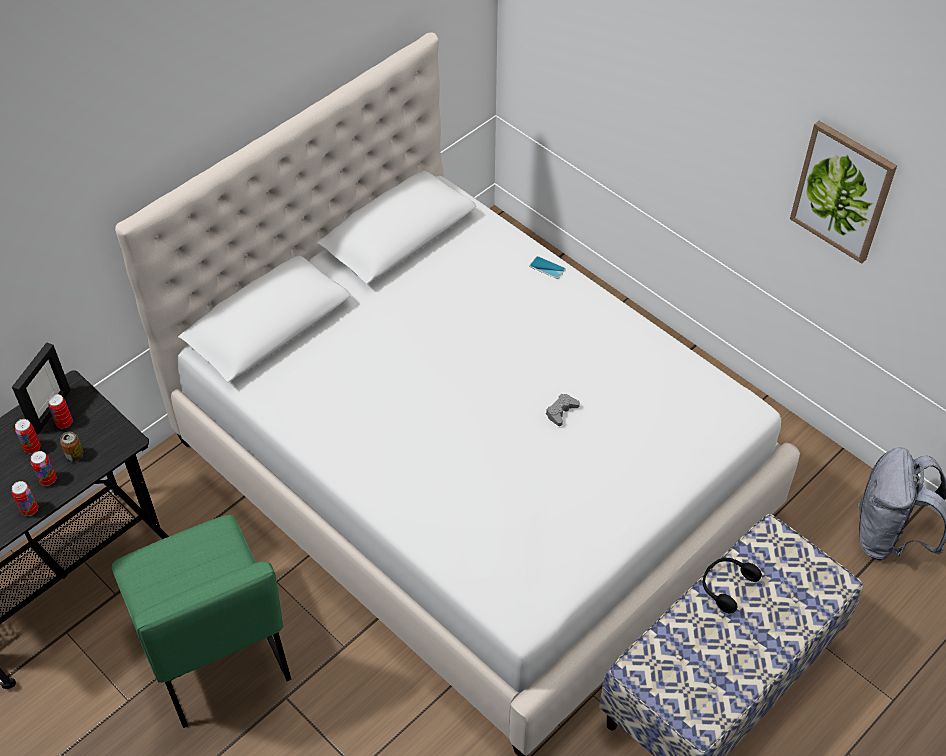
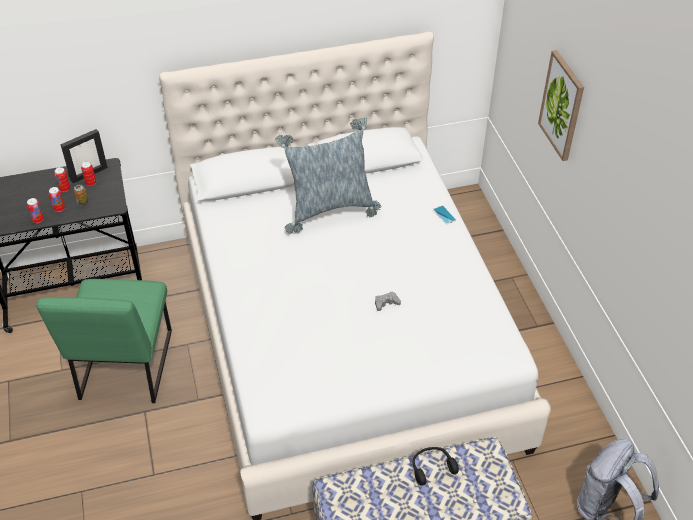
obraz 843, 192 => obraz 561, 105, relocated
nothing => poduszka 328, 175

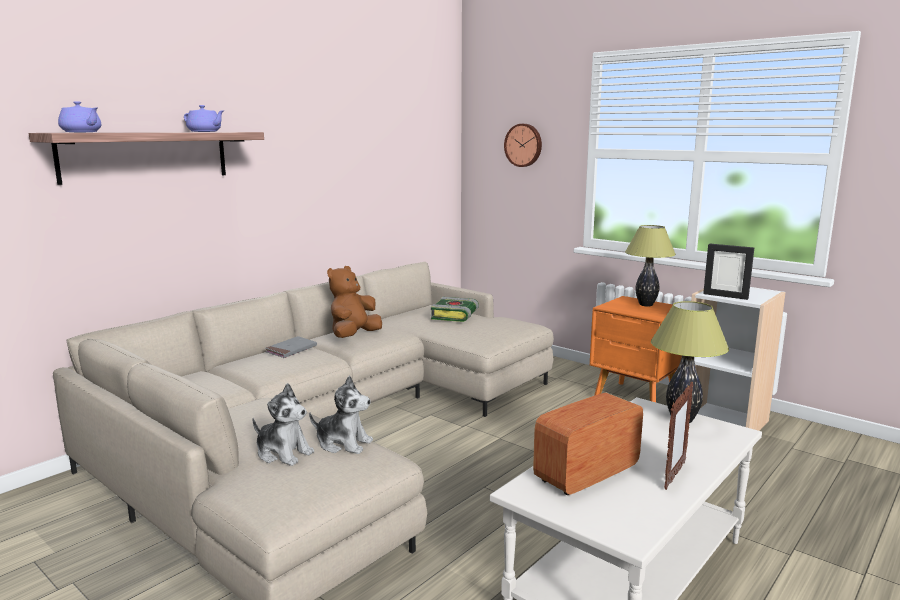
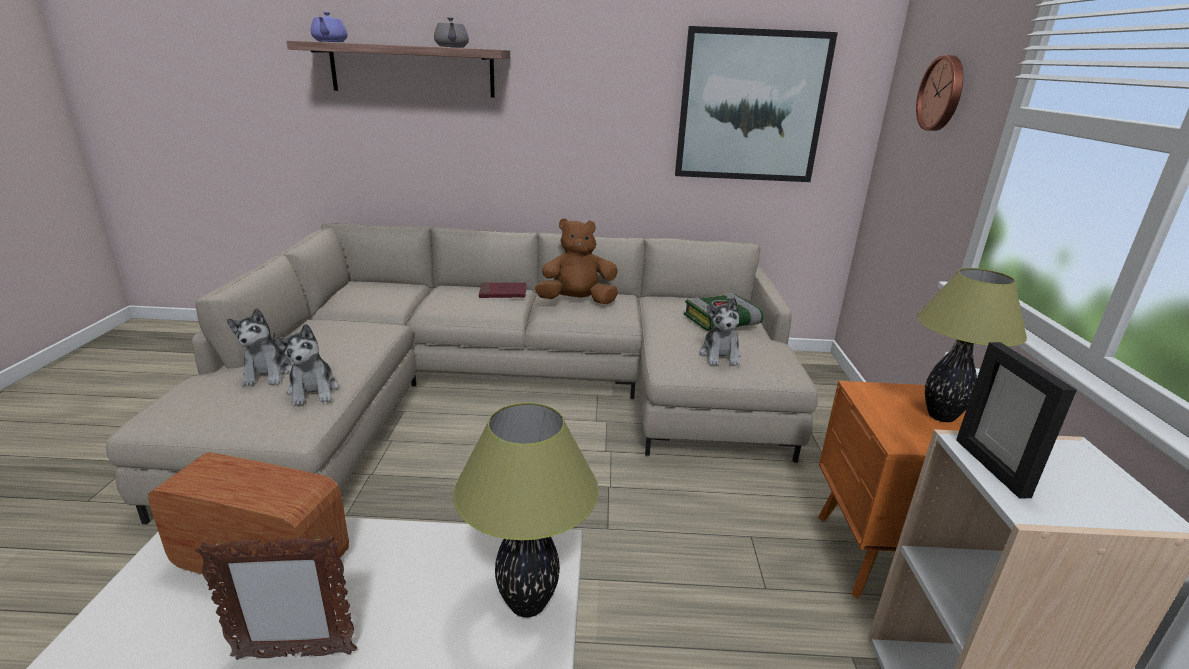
imbryk/fioletowy 204, 118 => imbryk/szary 451, 32
książka/szary 291, 347 => książka/czerwony 502, 290
nothing => obraz 756, 104
nothing => pluszak 720, 331

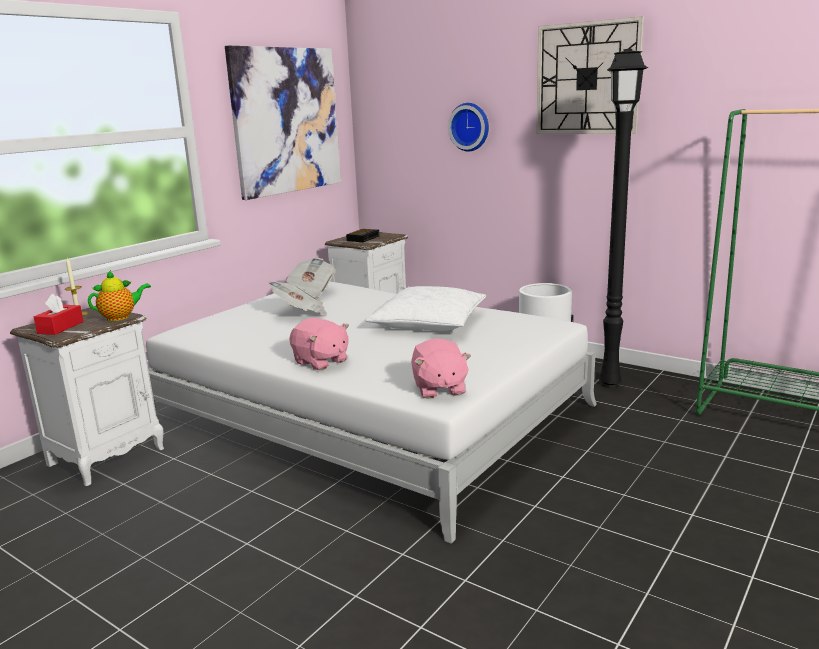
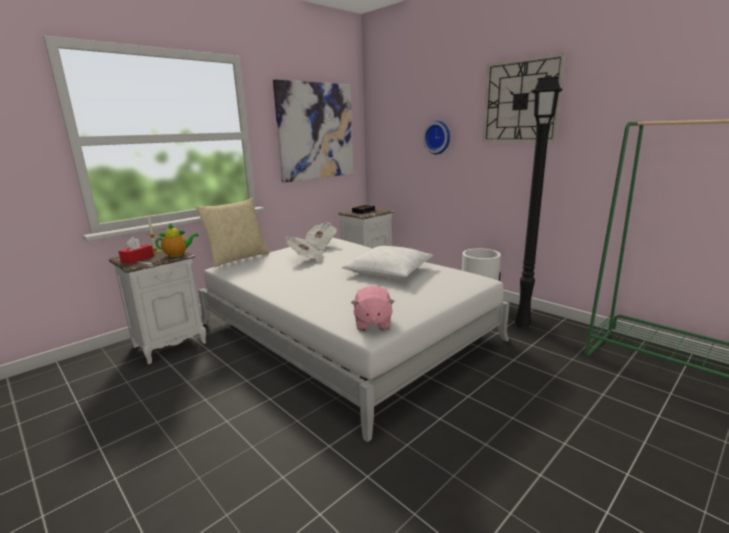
pluszak/różowy 319, 344 => nothing
nothing => poduszka/beżowy 233, 232

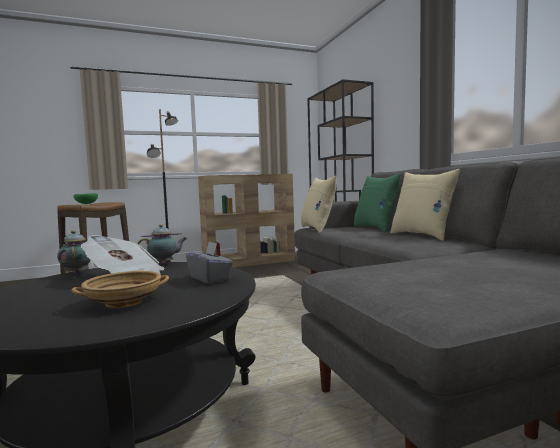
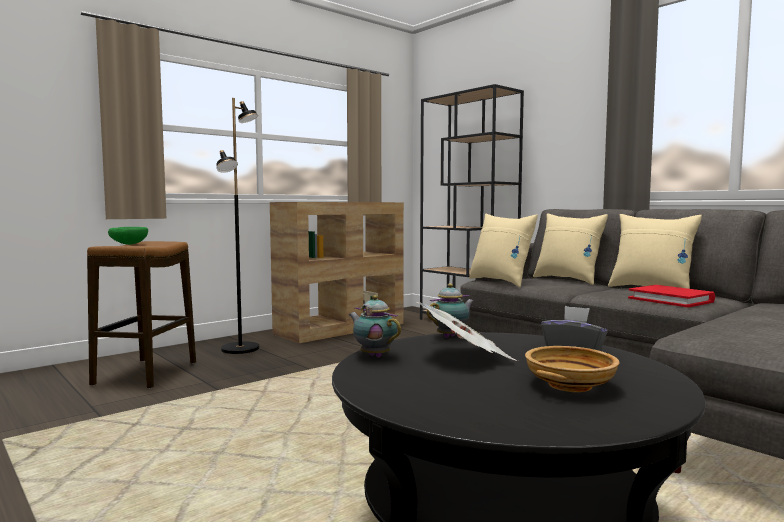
poduszka/zielony 377, 203 => poduszka/beżowy 570, 249
nothing => książka/czerwony 671, 296

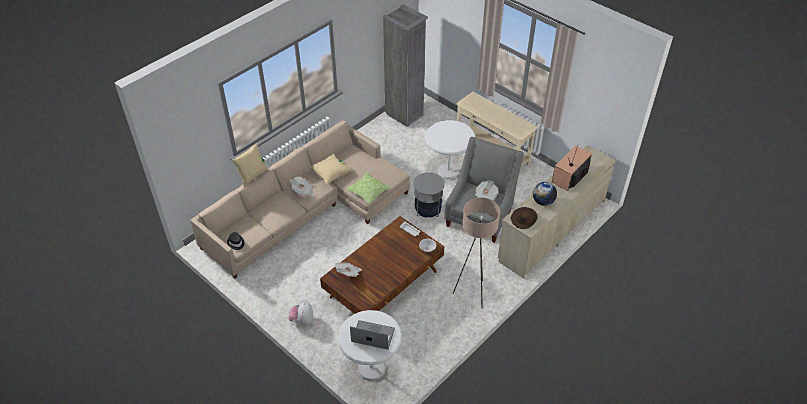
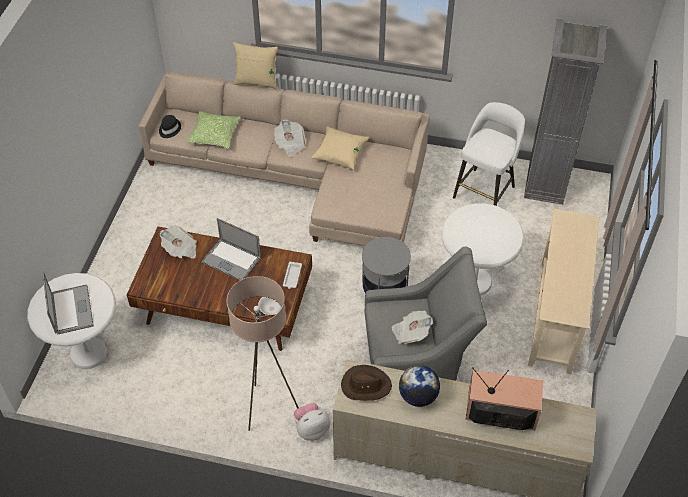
pluszak 300, 313 => pluszak 312, 422, relocated
poduszka 368, 188 => poduszka 214, 130, relocated
nothing => laptop 231, 249
nothing => stołek/biały 489, 154

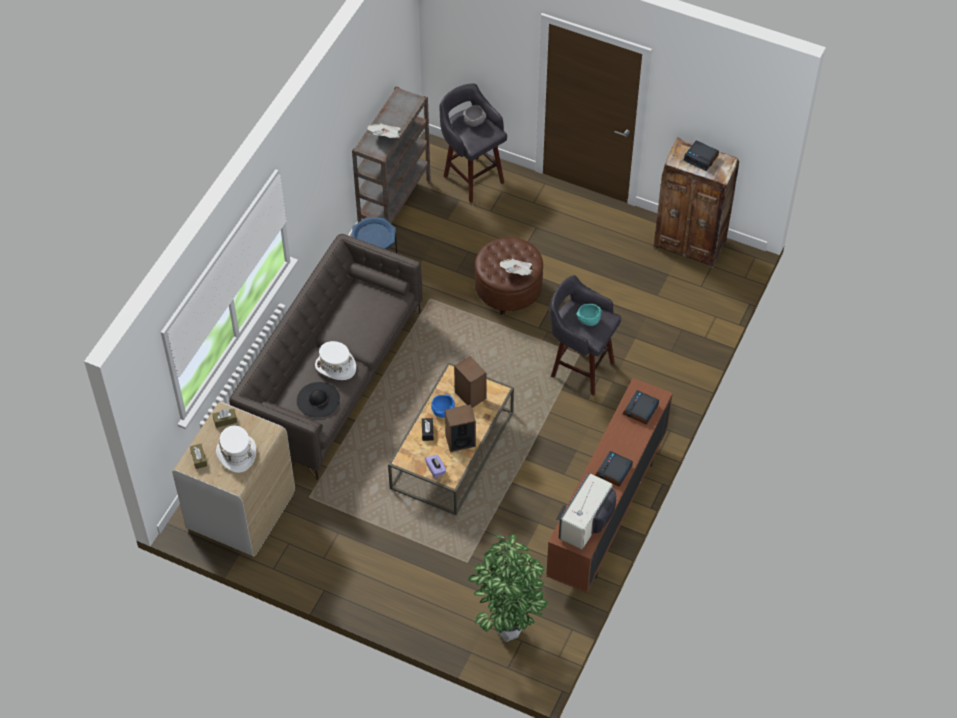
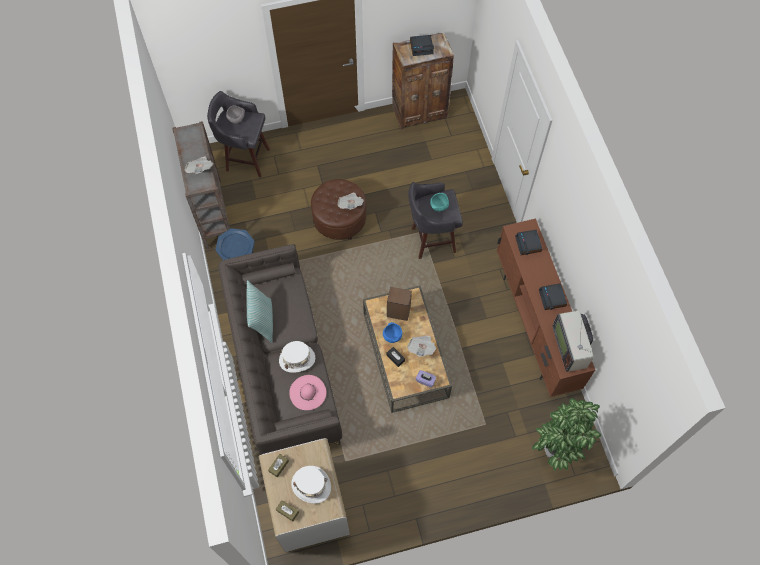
kapelusz/czarny 318, 400 => kapelusz/różowy 307, 392
głośnik 460, 428 => gazeta 422, 346
nothing => poduszka 259, 311

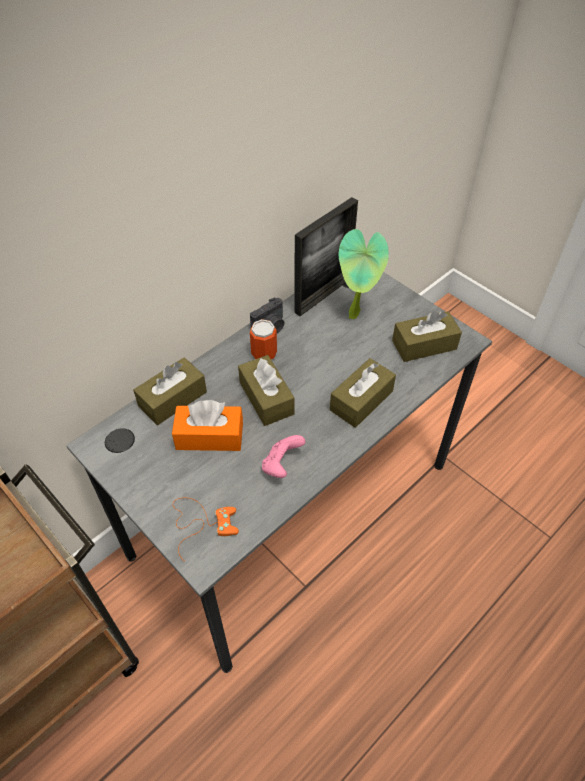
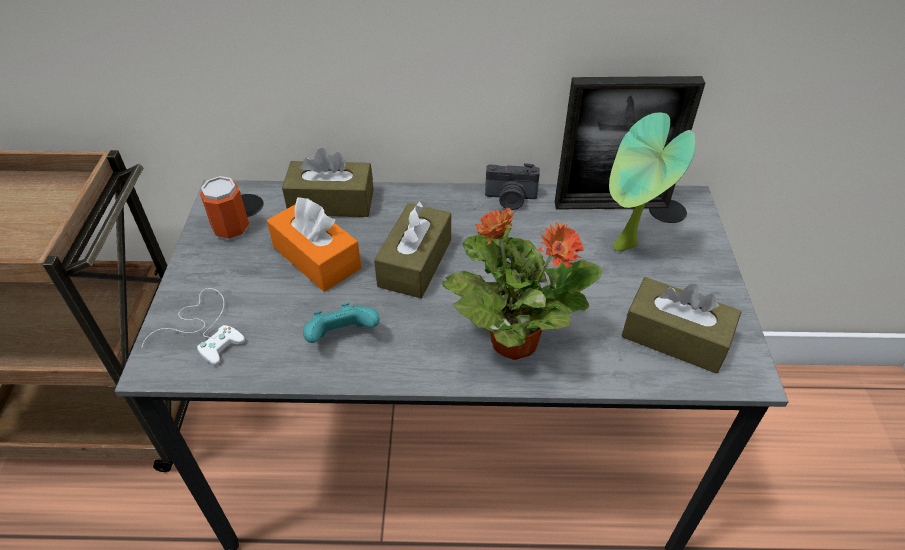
pad do gier/pomarańczowy 206, 529 => pad do gier/biały 193, 327
puszka 263, 339 => puszka 224, 208, relocated
pad do gier/różowy 283, 456 => pad do gier/turkusowy 341, 323
pudełko chusteczek/brązowy 363, 393 => roślina doniczkowa 523, 284

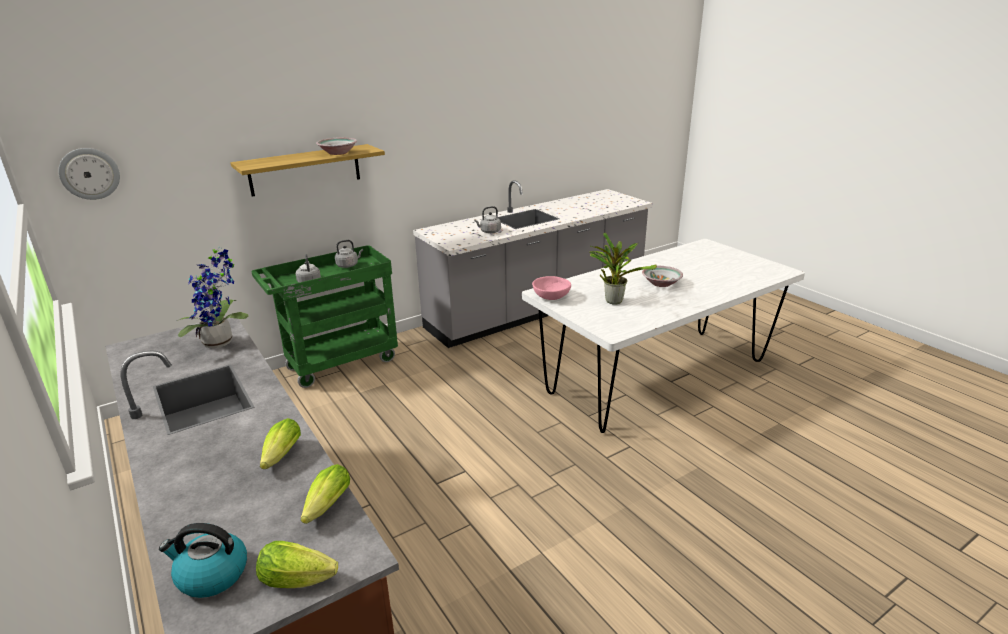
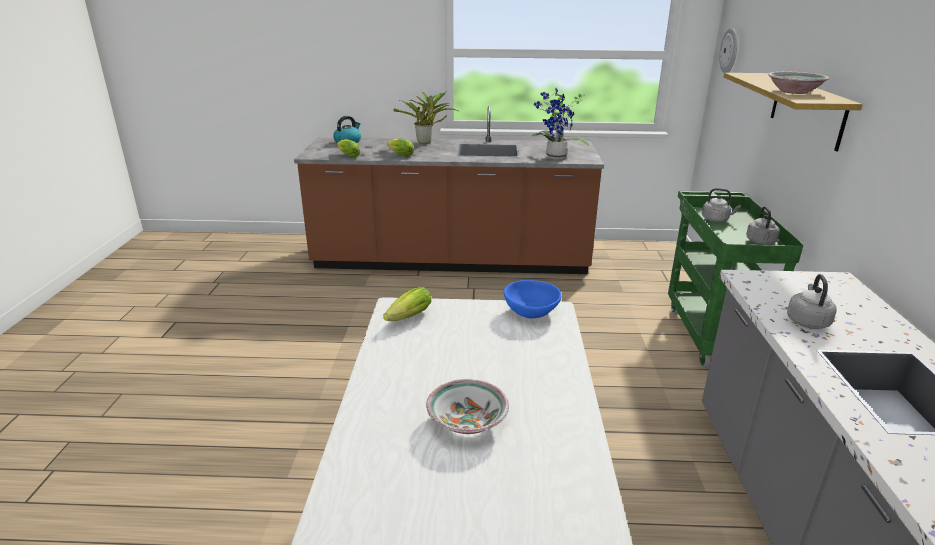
sałata 297, 564 => sałata 407, 304, relocated
miska/różowy 551, 288 => miska/niebieski 533, 299
roślina doniczkowa 623, 268 => roślina doniczkowa 426, 118, relocated

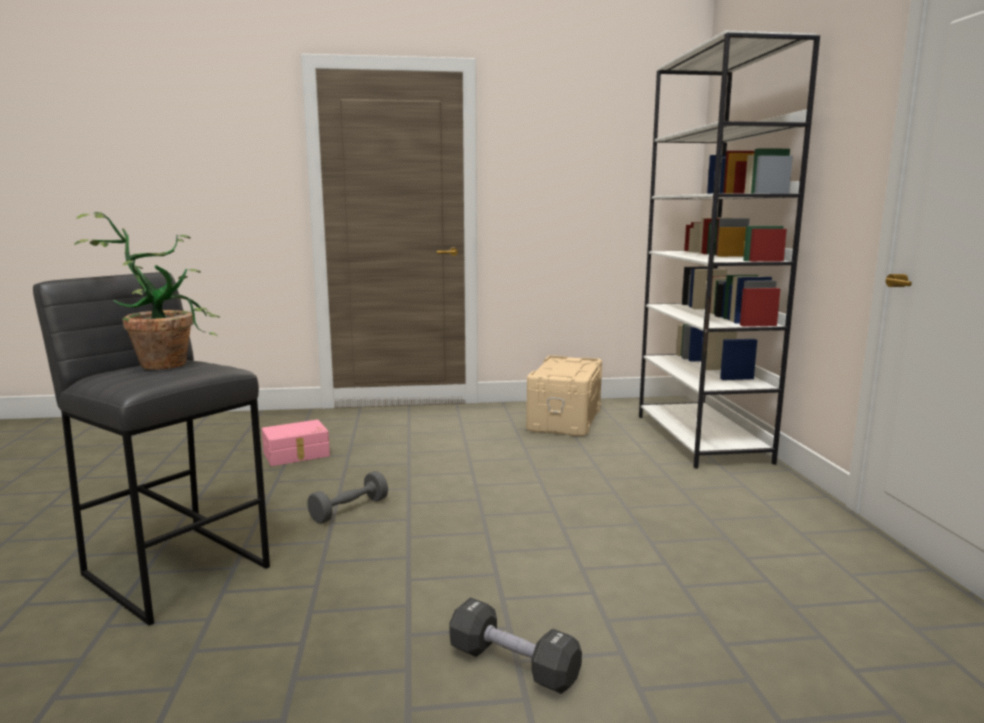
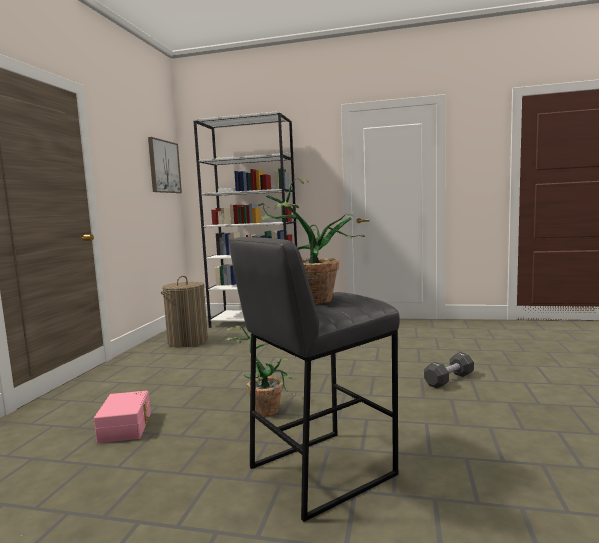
hantel/szary 347, 497 => roślina doniczkowa 261, 370
pojemnik do przechowywania/beżowy 564, 395 => kosz na pranie 184, 311
nothing => obraz 165, 165

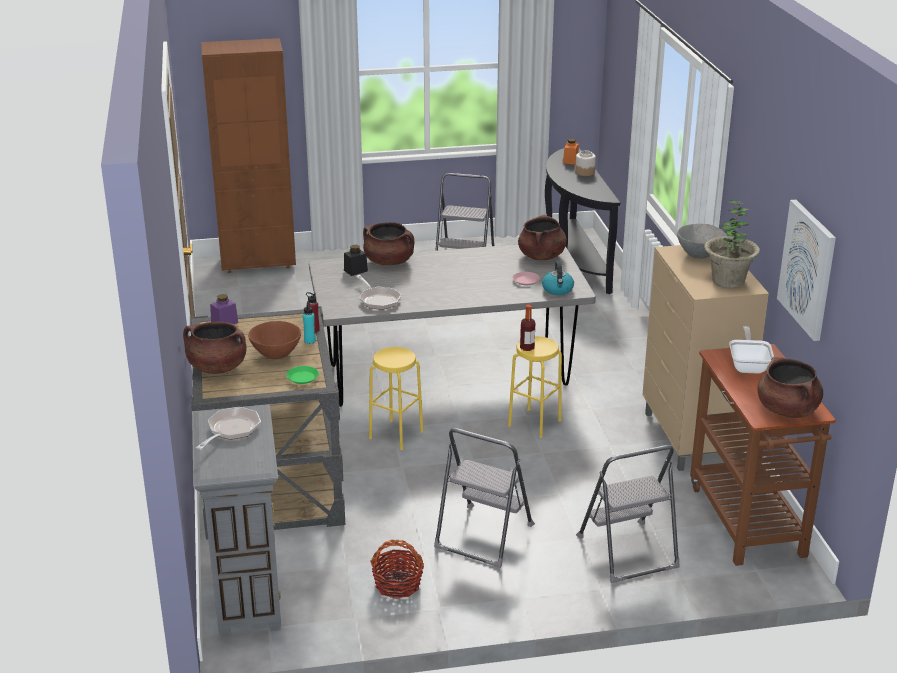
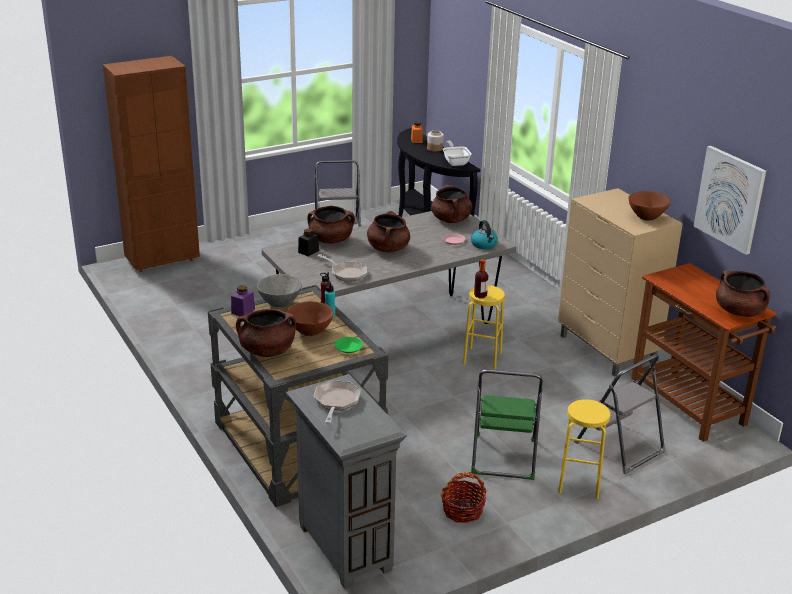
stołek/żółty 396, 398 => stołek/żółty 584, 449, relocated
drabinka/szary 484, 498 => drabinka/zielony 507, 424
miska/szary 702, 241 => miska/szary 279, 290, relocated
roślina doniczkowa 732, 244 => miska/brązowy 649, 206
patelnia 751, 350 => patelnia 457, 153, relocated
nothing => garnek/brązowy 388, 231

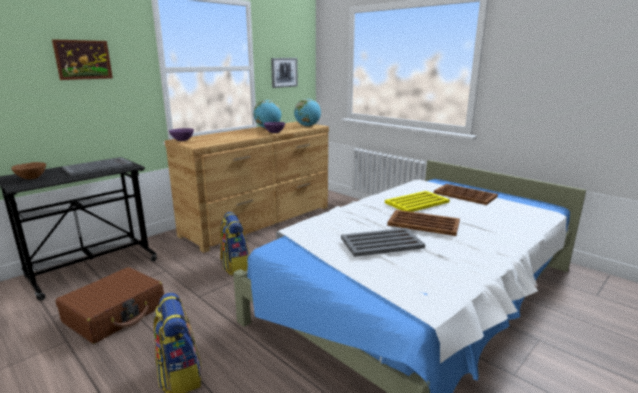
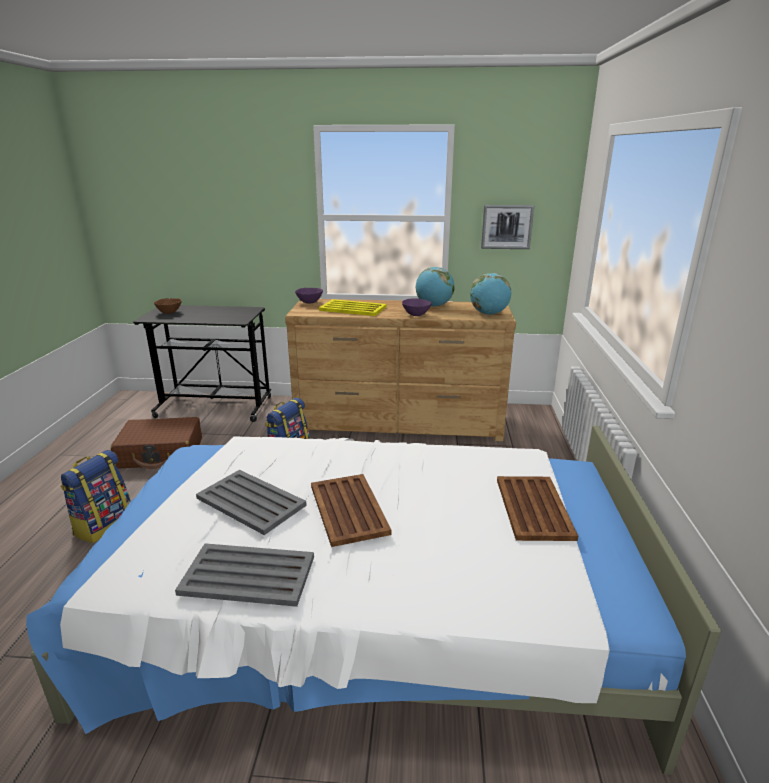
obraz 82, 59 => nothing
taca/szary 98, 167 => taca/szary 244, 575, relocated
taca/żółty 417, 201 => taca/żółty 352, 307, relocated

